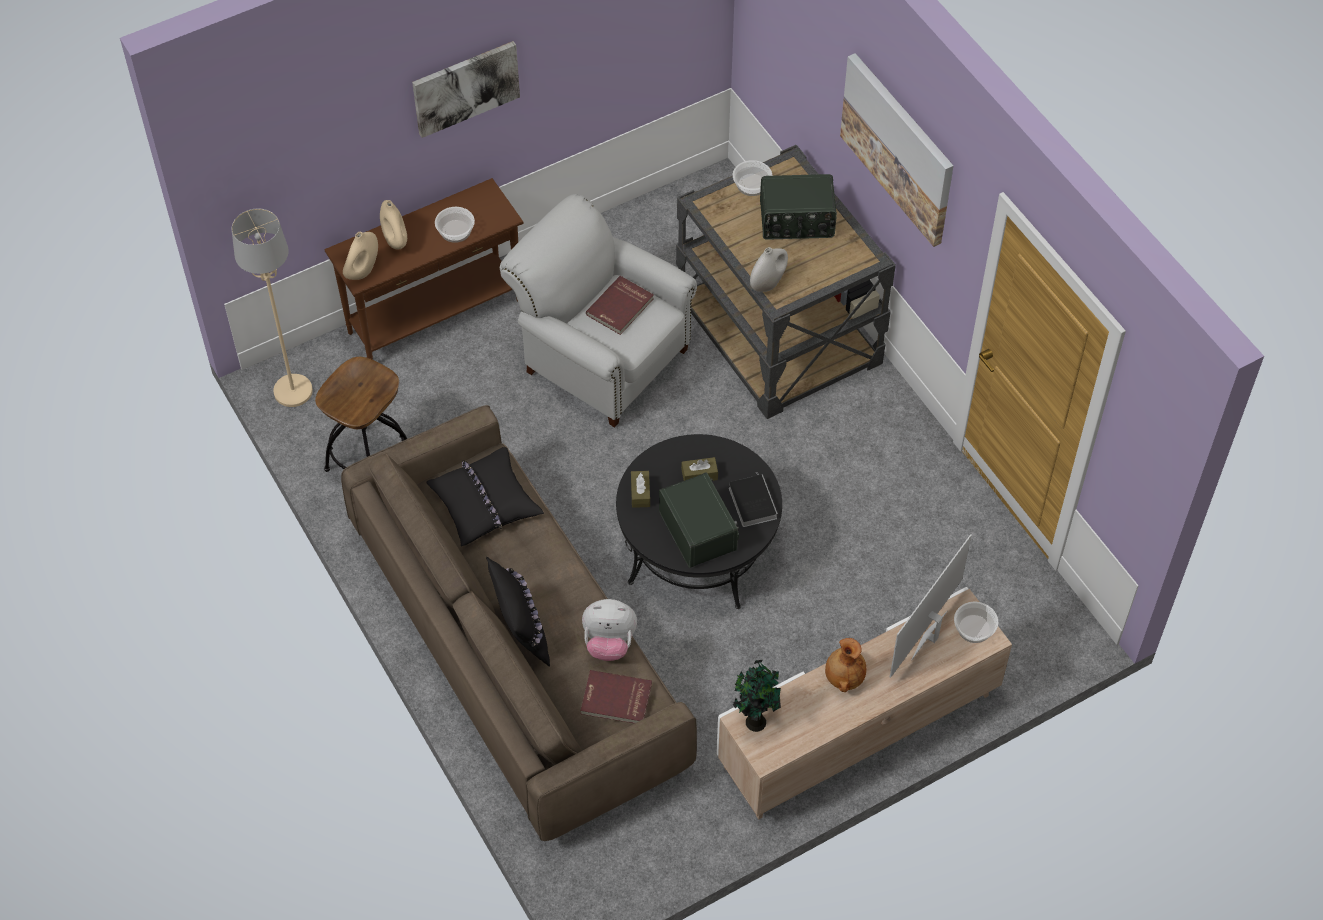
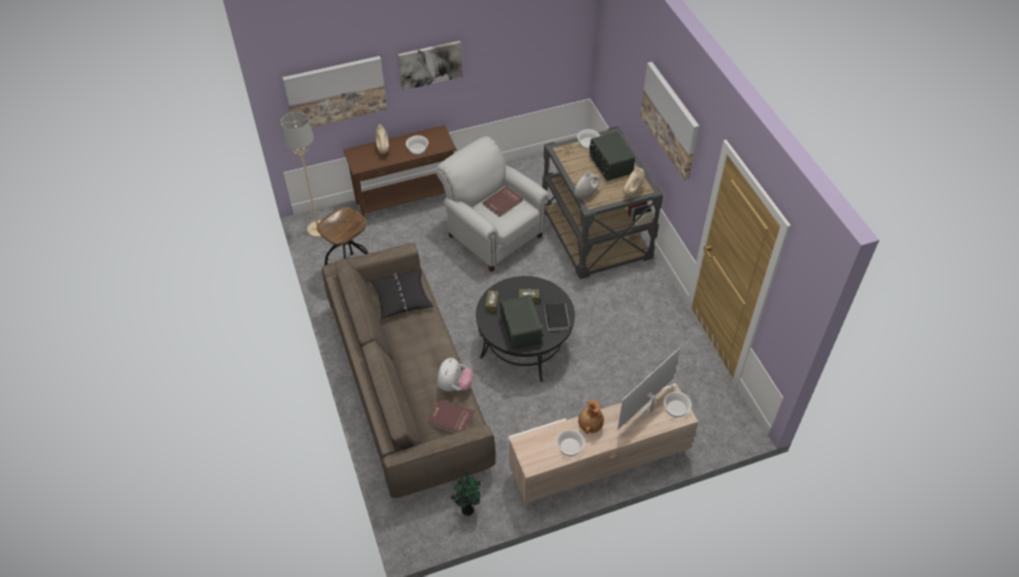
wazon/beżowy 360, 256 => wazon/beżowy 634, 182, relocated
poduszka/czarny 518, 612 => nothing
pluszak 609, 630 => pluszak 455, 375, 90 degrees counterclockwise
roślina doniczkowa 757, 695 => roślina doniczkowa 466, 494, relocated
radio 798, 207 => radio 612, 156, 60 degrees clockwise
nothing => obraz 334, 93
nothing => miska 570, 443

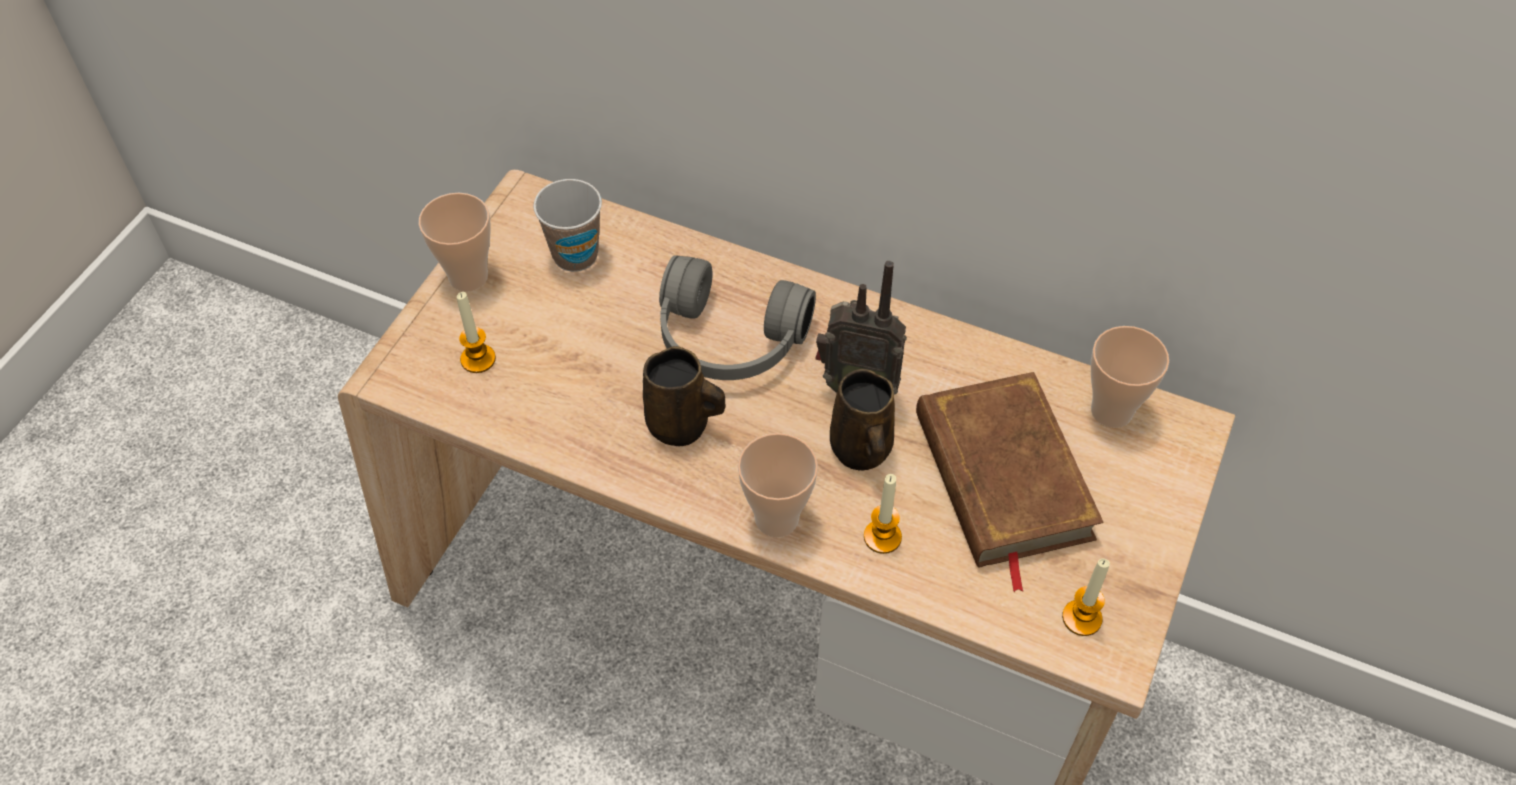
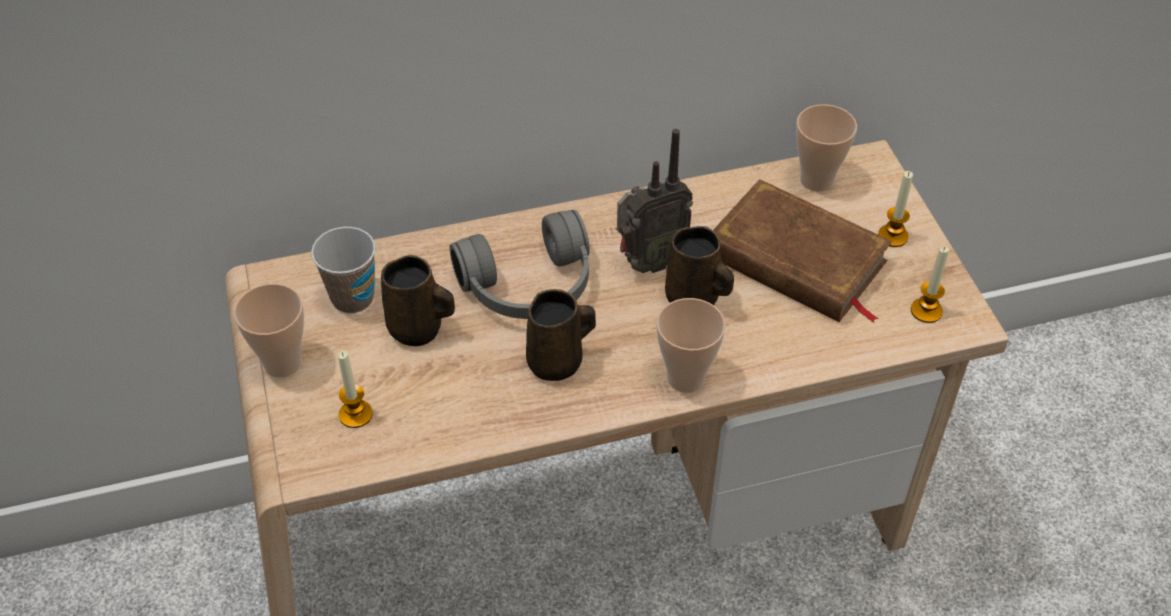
świeca 883, 514 => świeca 895, 209, relocated
nothing => kubek/brązowy 418, 301

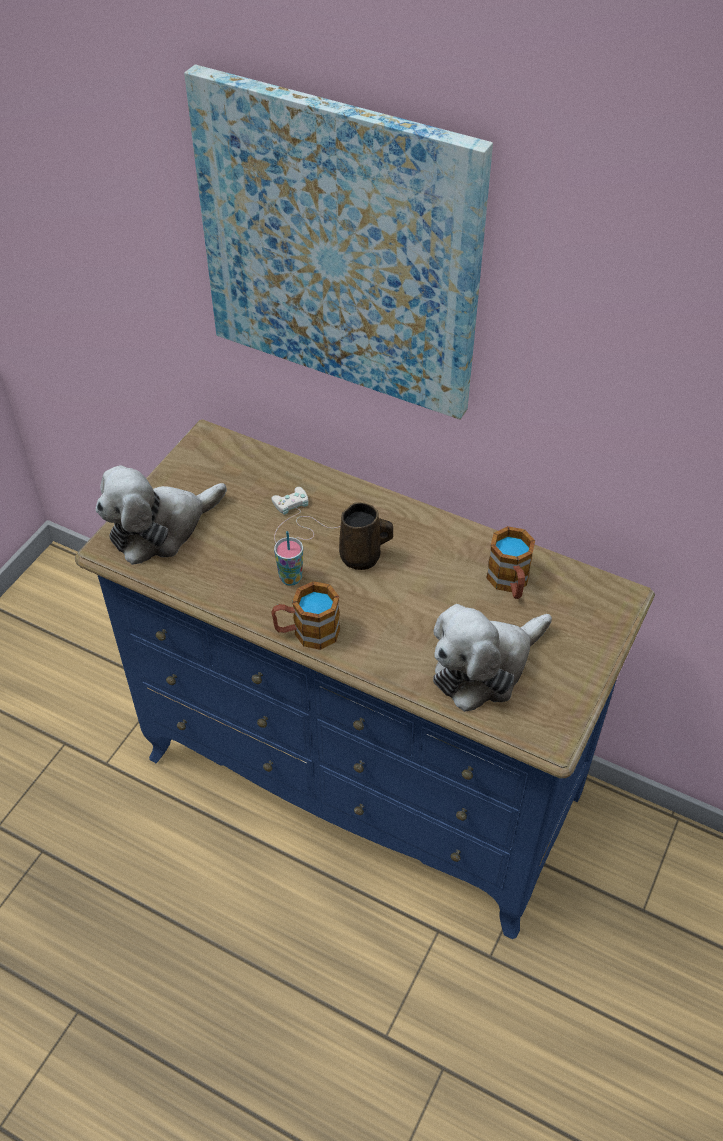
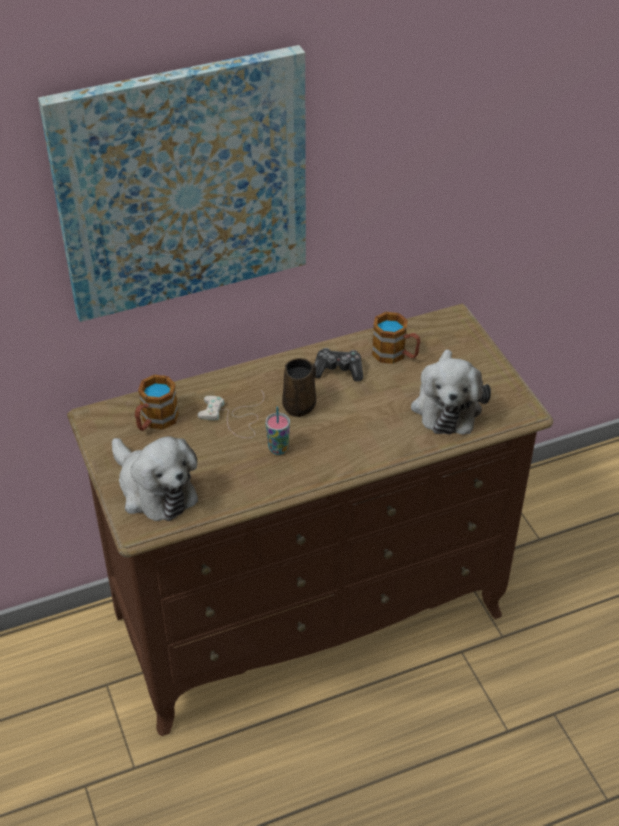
komoda/niebieski 365, 679 => komoda/brązowy 310, 519
pluszak 161, 515 => pluszak 155, 478, 45 degrees counterclockwise
kubek 305, 615 => kubek 157, 403, relocated
nothing => pad do gier 339, 364

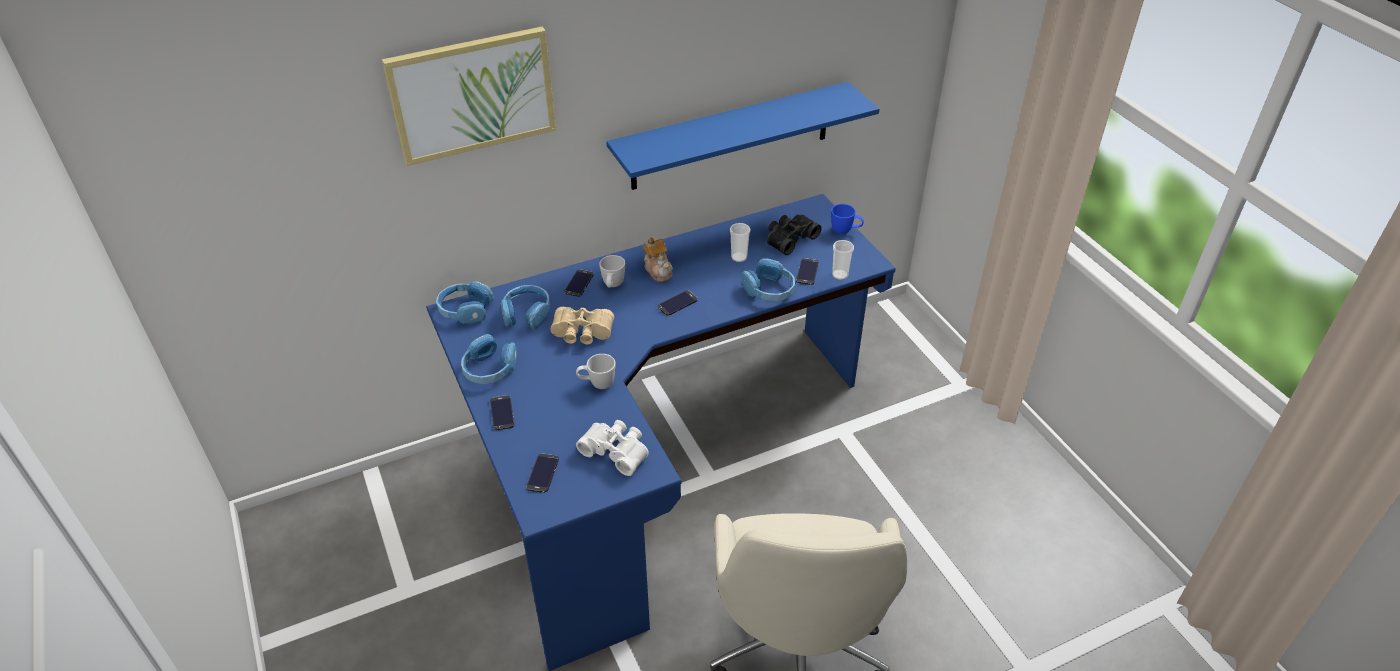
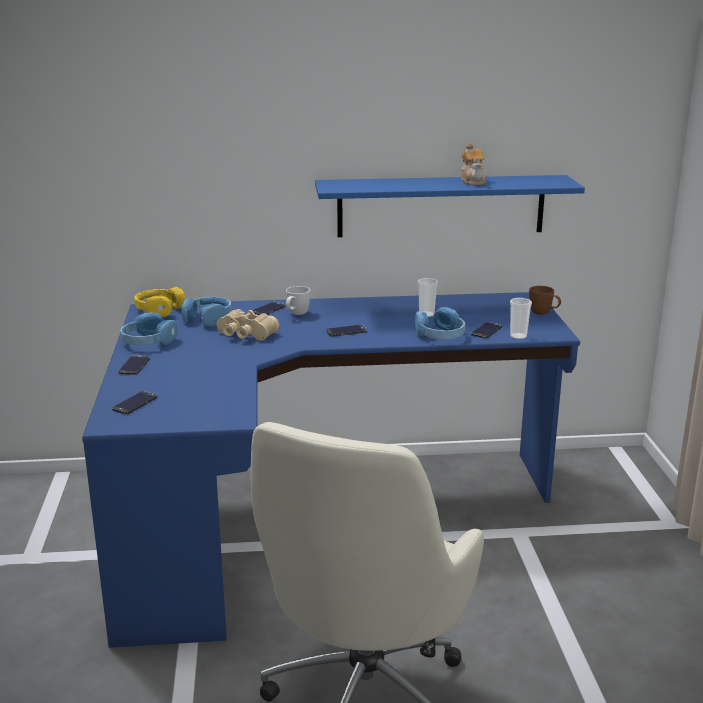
obraz 469, 96 => nothing
słuchawki/niebieski 465, 302 => słuchawki/żółty 160, 302
kubek/biały 596, 371 => nothing
lornetka/biały 612, 448 => nothing
imbryk 658, 259 => imbryk 474, 164, relocated
lornetka/czarny 794, 234 => nothing
kubek/niebieski 847, 219 => kubek/brązowy 545, 300

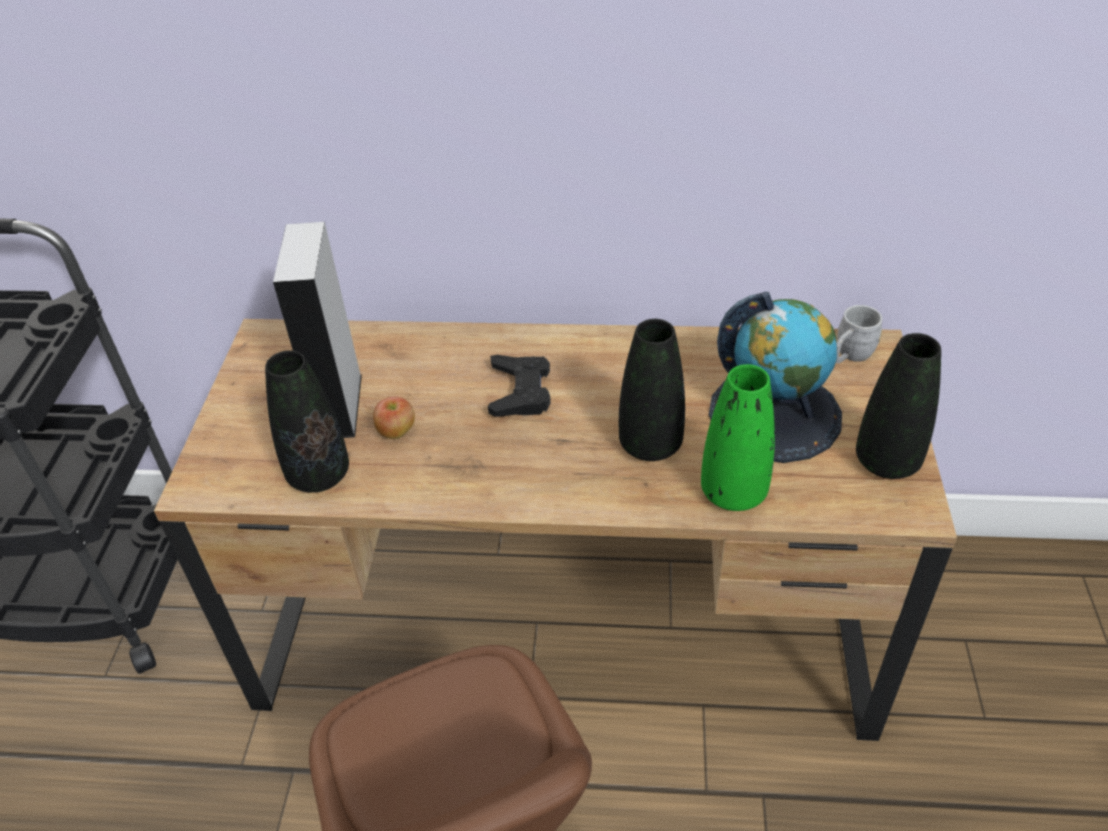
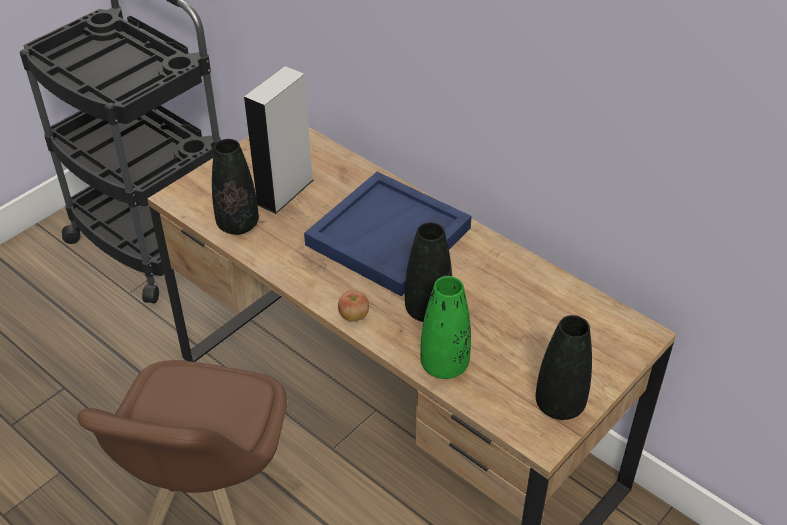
jabłko 394, 417 => jabłko 353, 306, relocated
pad do gier/czarny 519, 386 => taca/niebieski 388, 234
globus 775, 377 => nothing
kubek/szary 859, 334 => nothing

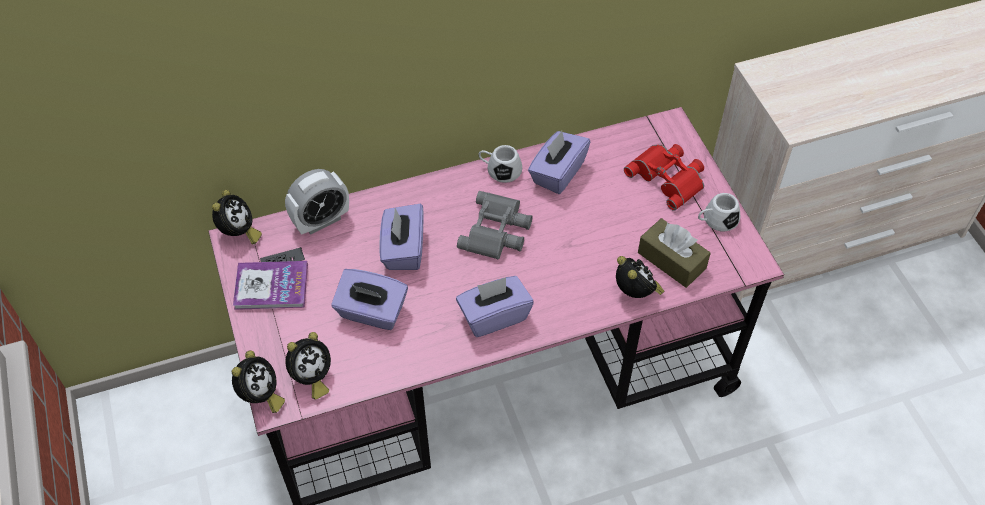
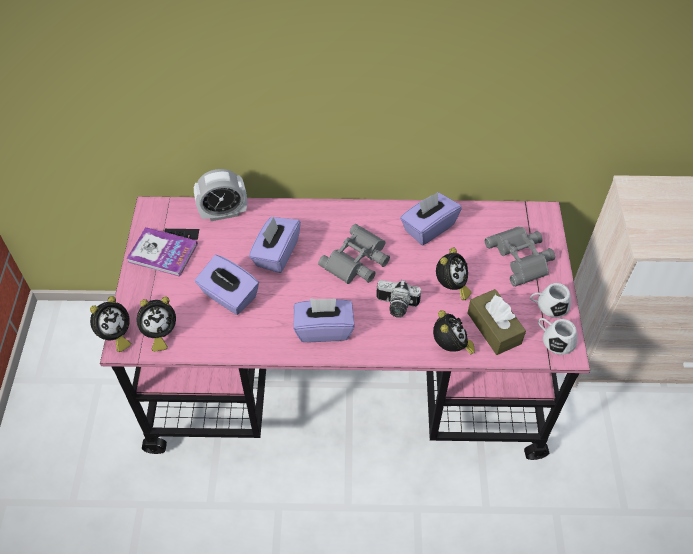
budzik 237, 217 => budzik 454, 273, relocated
kubek/biały 500, 164 => kubek/biały 557, 336, relocated
lornetka/czerwony 664, 177 => lornetka/szary 520, 257
nothing => aparat fotograficzny 398, 299

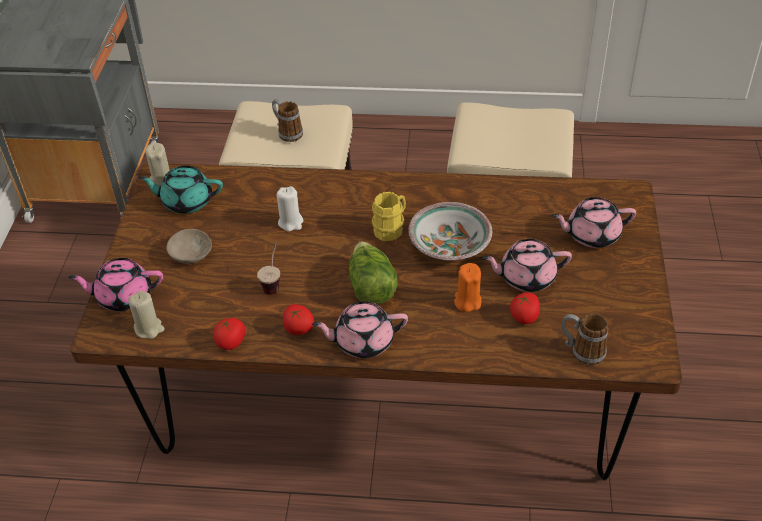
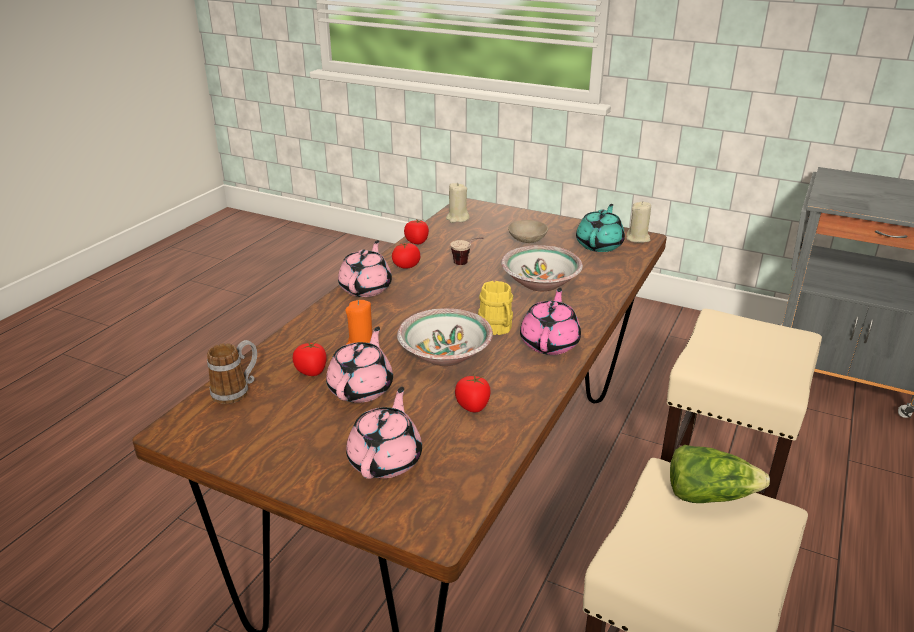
imbryk/różowy 115, 284 => imbryk/różowy 550, 321, relocated
kubek 287, 120 => nothing
świeca/biały 290, 209 => miska 542, 268
sałata 373, 273 => sałata 720, 474, relocated
nothing => pomidor 473, 393

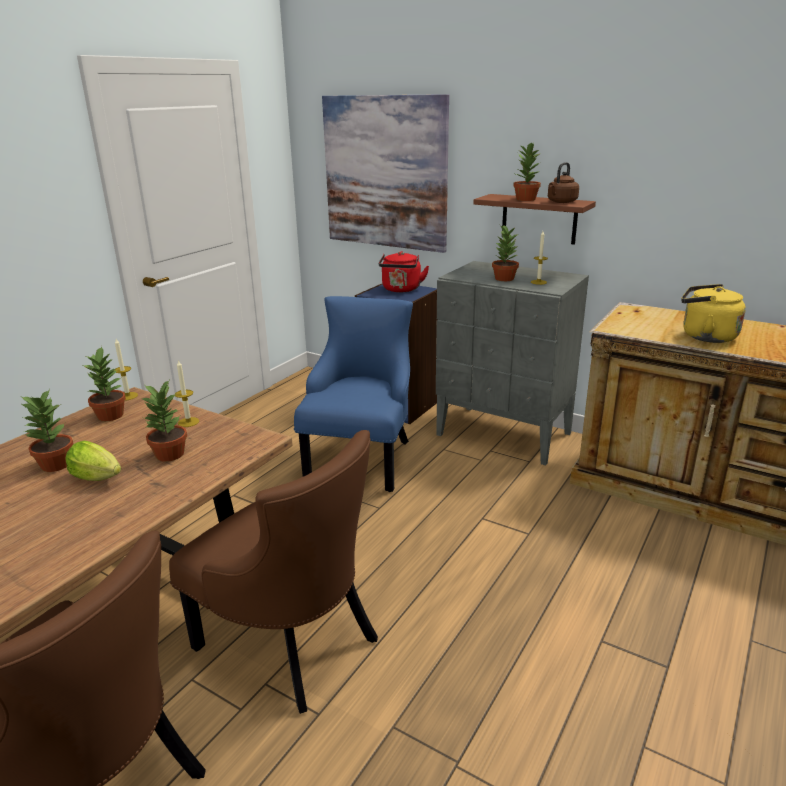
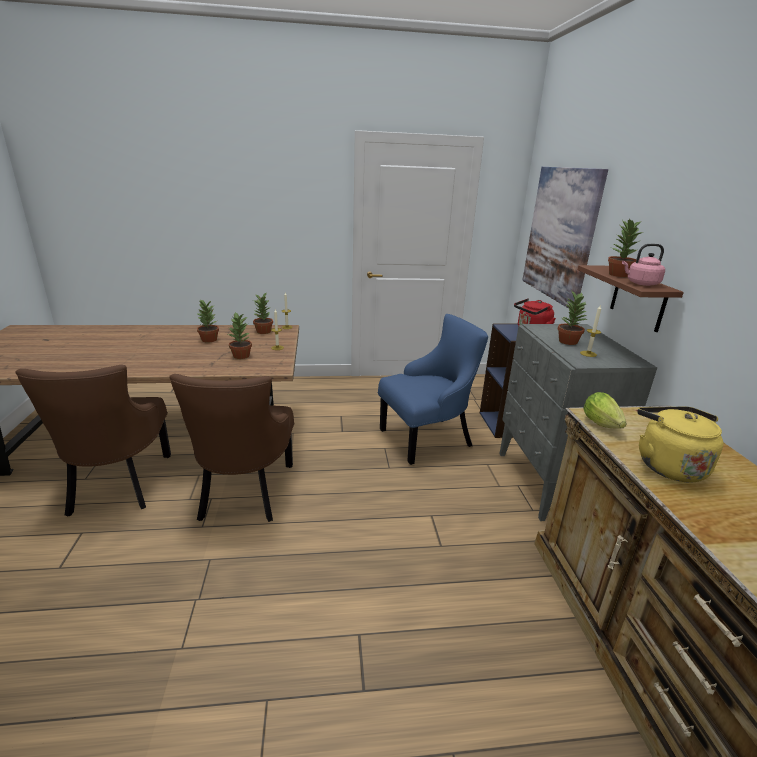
sałata 93, 461 => sałata 605, 410, relocated
czajnik/brązowy 563, 182 => czajnik/różowy 643, 265

